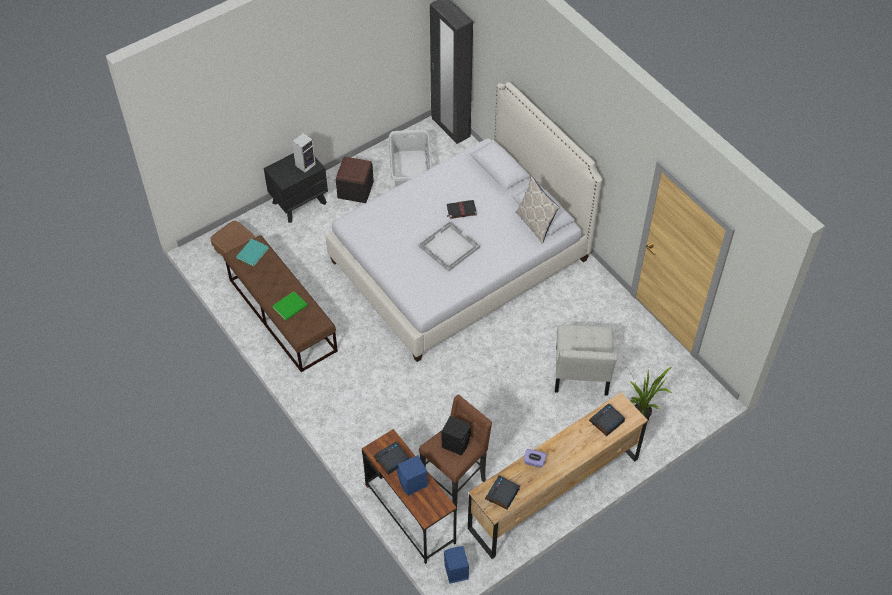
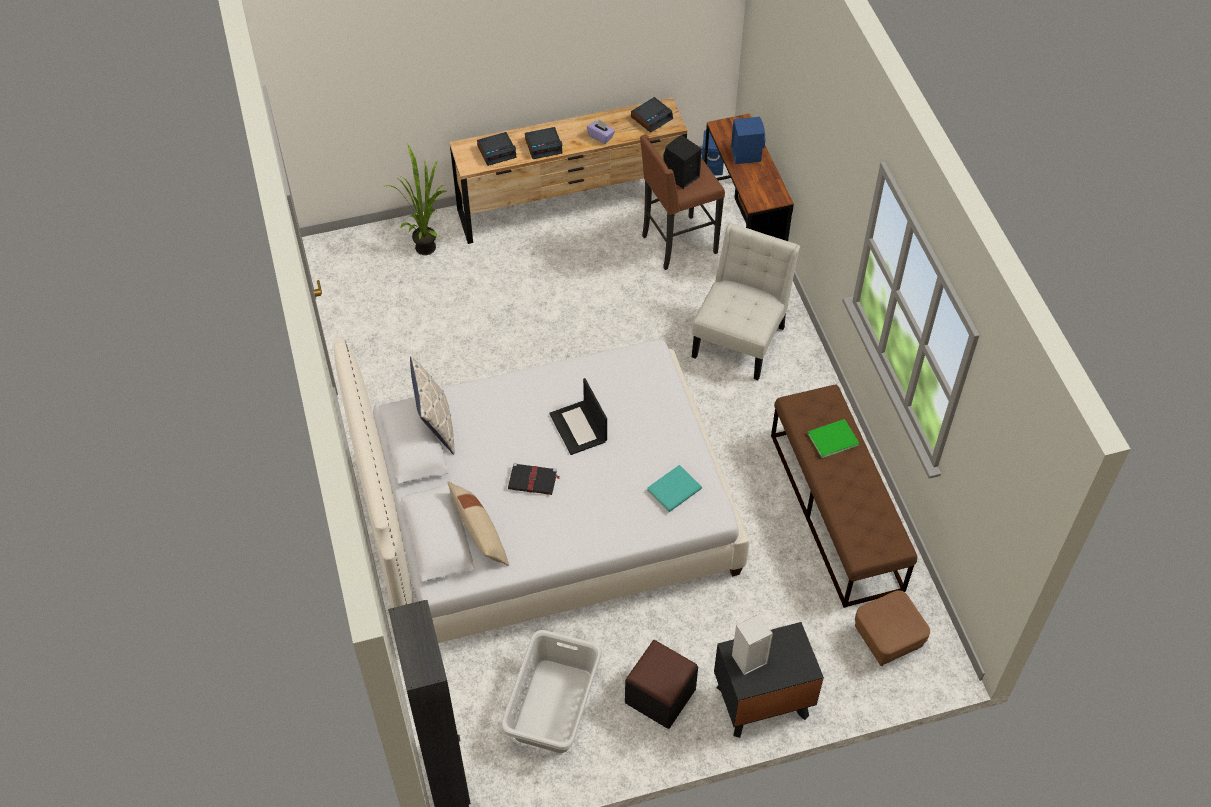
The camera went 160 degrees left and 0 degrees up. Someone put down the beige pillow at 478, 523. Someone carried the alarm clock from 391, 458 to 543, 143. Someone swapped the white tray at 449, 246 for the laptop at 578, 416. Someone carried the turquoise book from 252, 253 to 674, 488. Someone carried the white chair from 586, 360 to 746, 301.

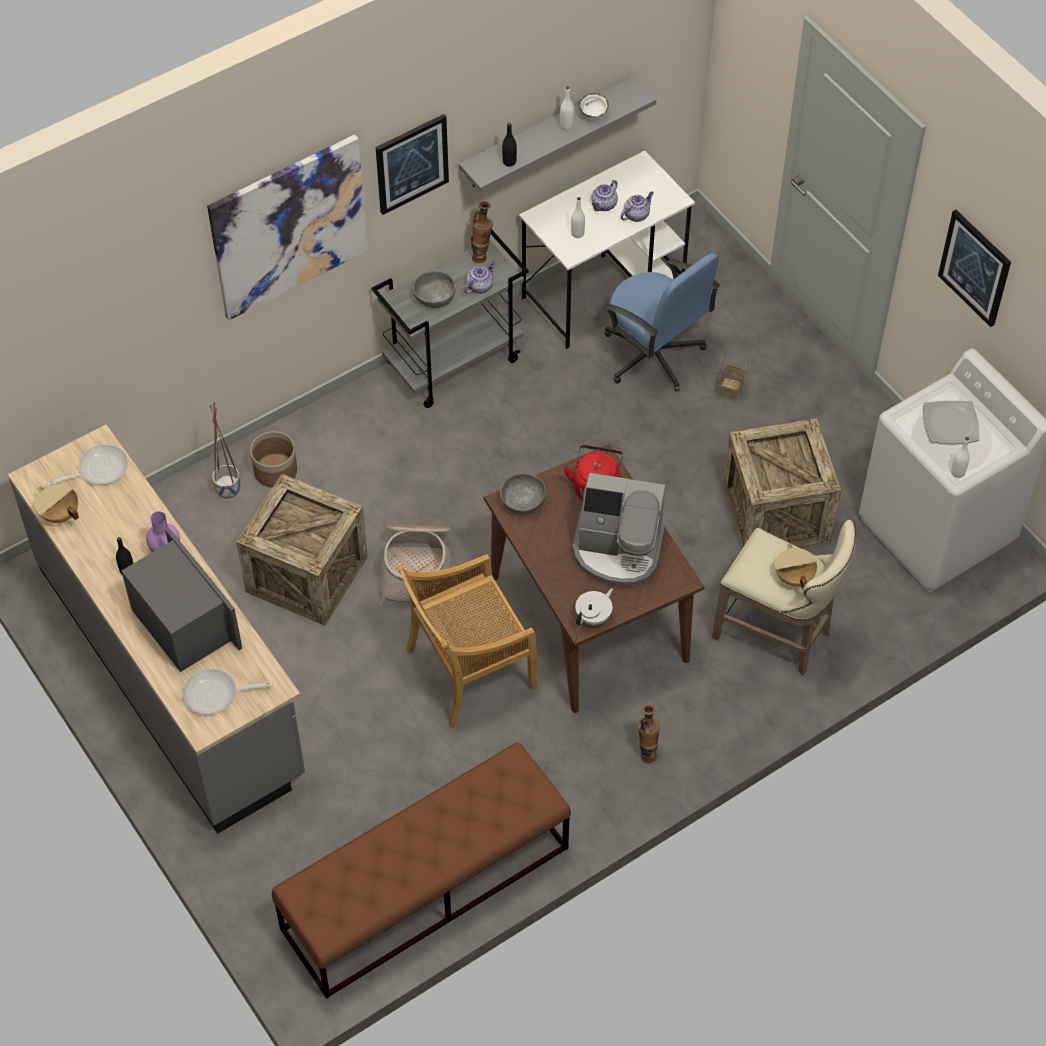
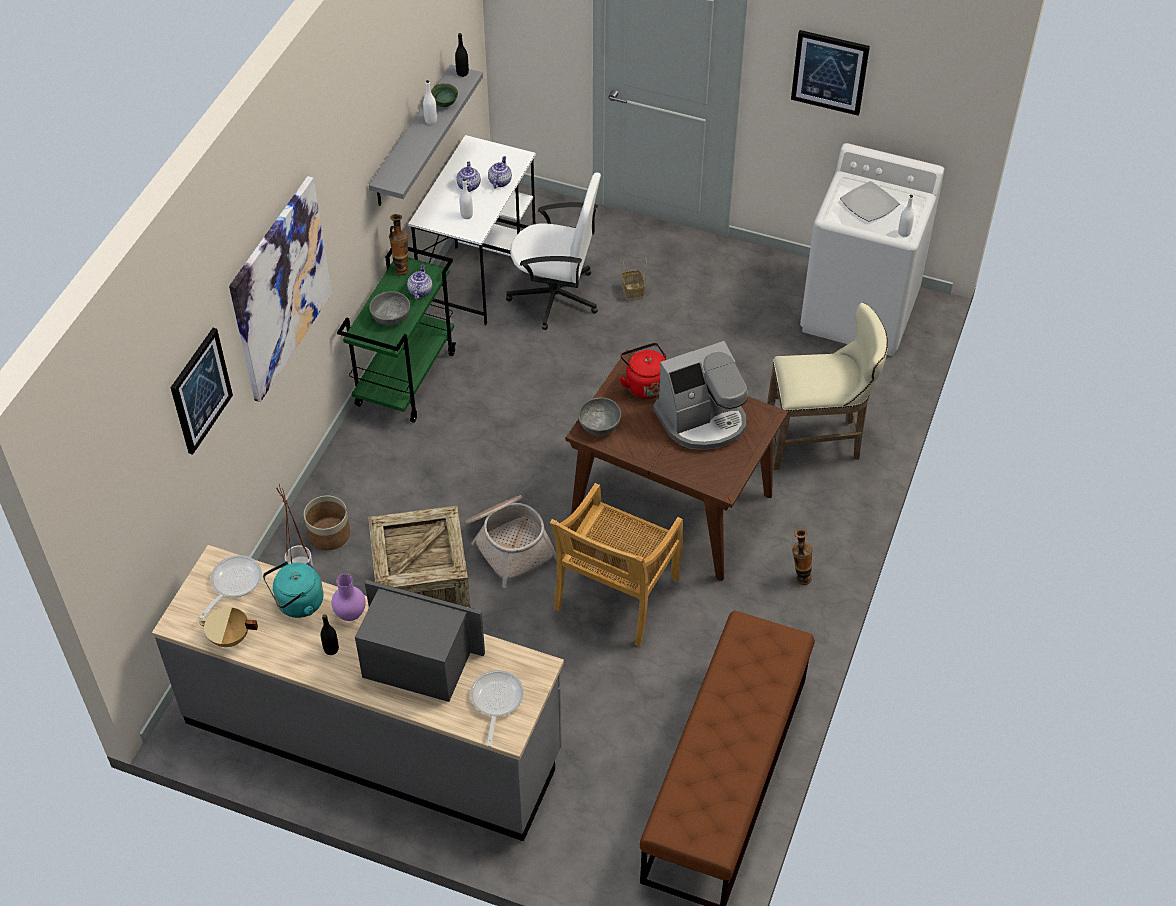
The camera went 35 degrees left and 5 degrees down. Someone carried the picture from 412, 164 to 201, 391. Someone put down the turquoise kettle at 293, 589. Someone repainted the grey cart at 450, 319, which became the green cart at 396, 335. Someone repainted the white bowl at 594, 106, which became the green bowl at 444, 95. Someone carried the black bottle from 509, 144 to 462, 55. Someone rotated the frying pan at 228, 691 by 135 degrees clockwise. Someone repainted the blue office chair at 662, 322, which became the white office chair at 553, 251. Someone took away the white teapot at 594, 606. Someone took away the crate at 782, 483. Someone took away the beige cooking pot at 796, 567.

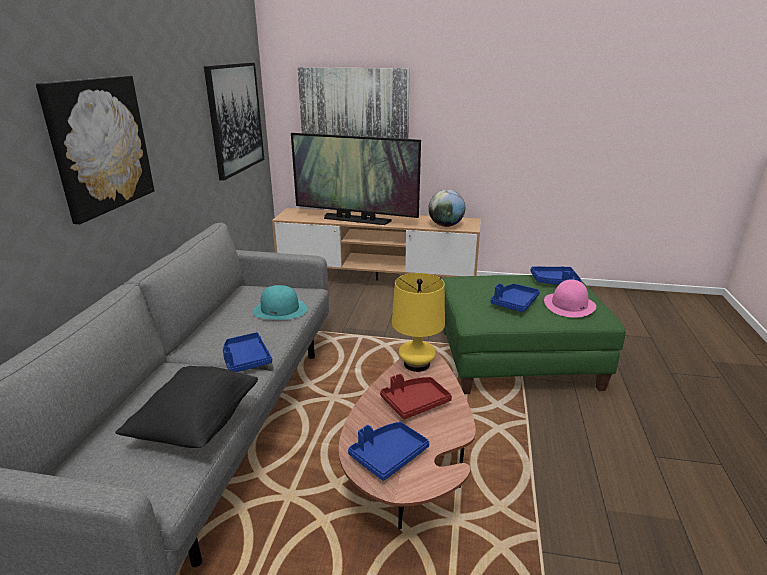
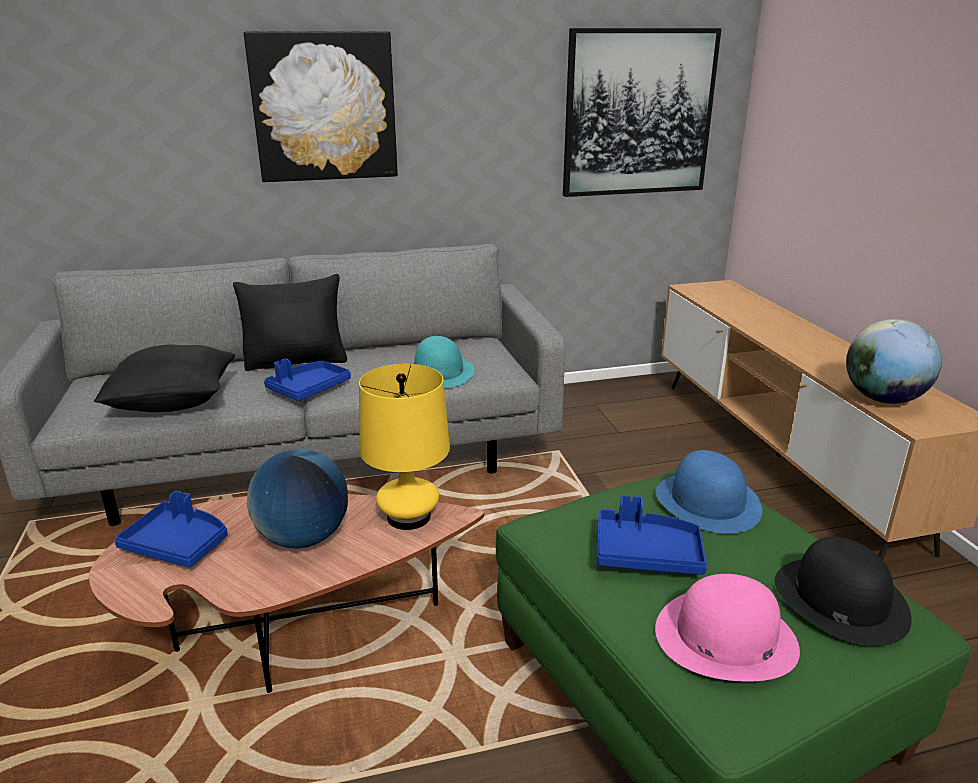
The camera went 65 degrees right and 0 degrees up. Someone put down the black pillow at 290, 322. Someone swapped the red tray at 416, 396 for the globe at 297, 499. Someone put down the blue hat at 708, 492. Someone swapped the blue tray at 556, 275 for the black hat at 843, 591. Someone took away the television at 356, 179. Someone took away the picture at 354, 103.

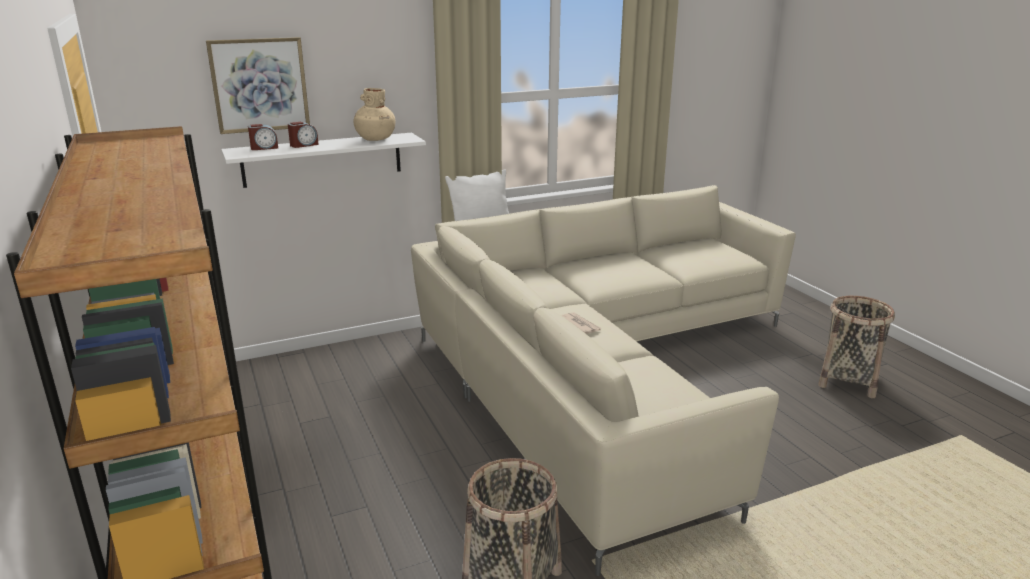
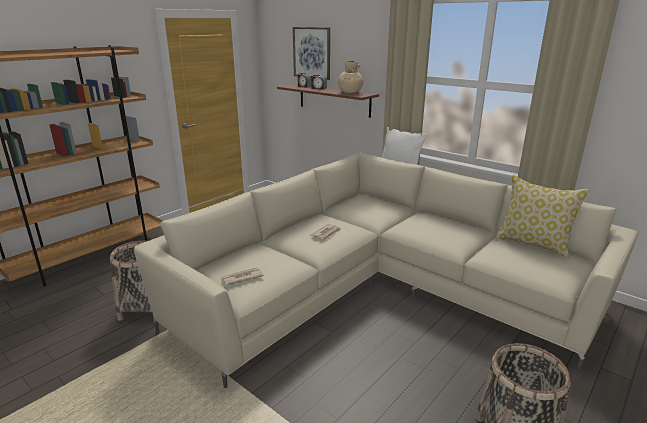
The camera went 65 degrees right and 0 degrees up. Someone put down the newspaper at 242, 276. Someone repainted the white shelf at 323, 160, which became the brown shelf at 328, 101. Someone put down the pillow at 542, 217.

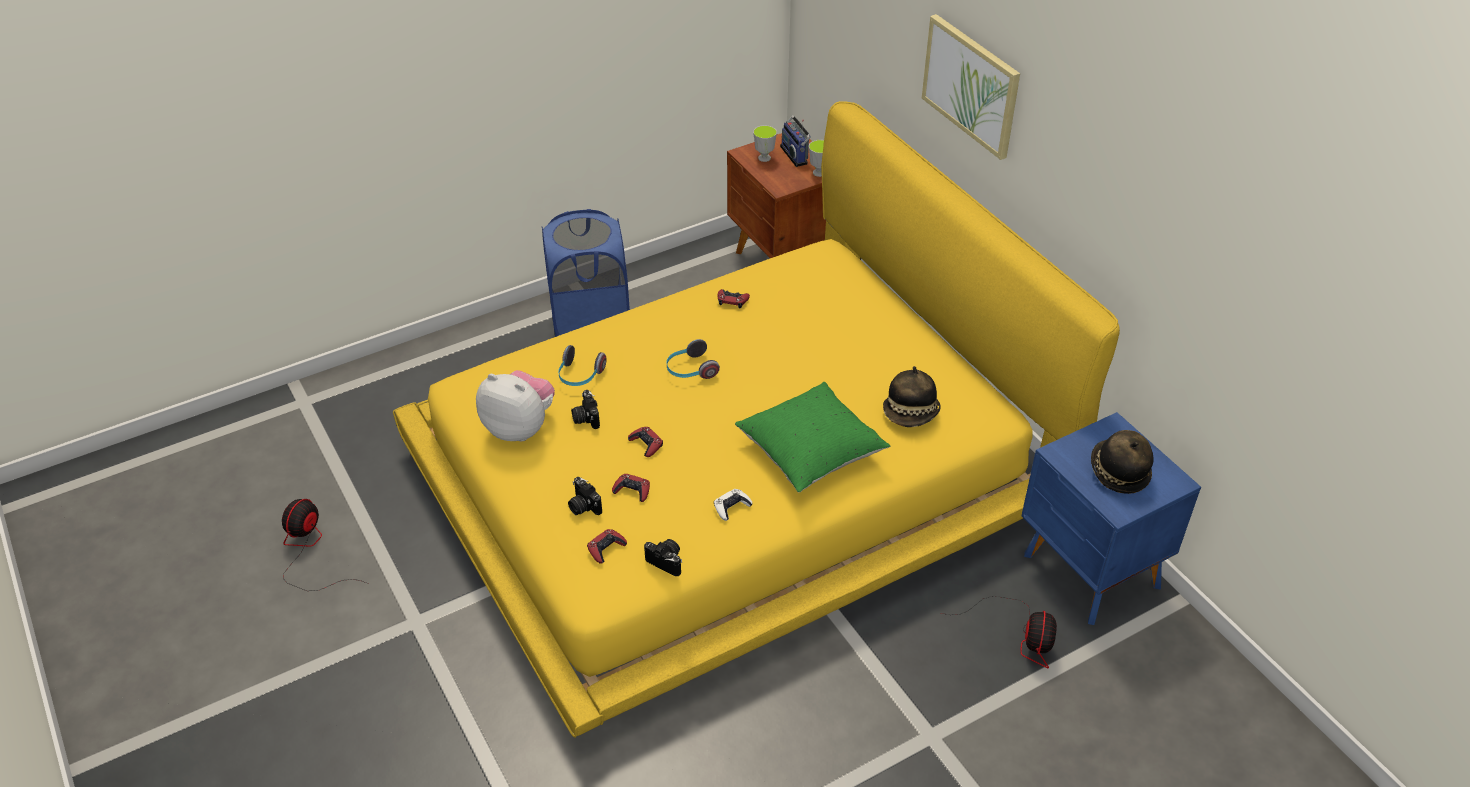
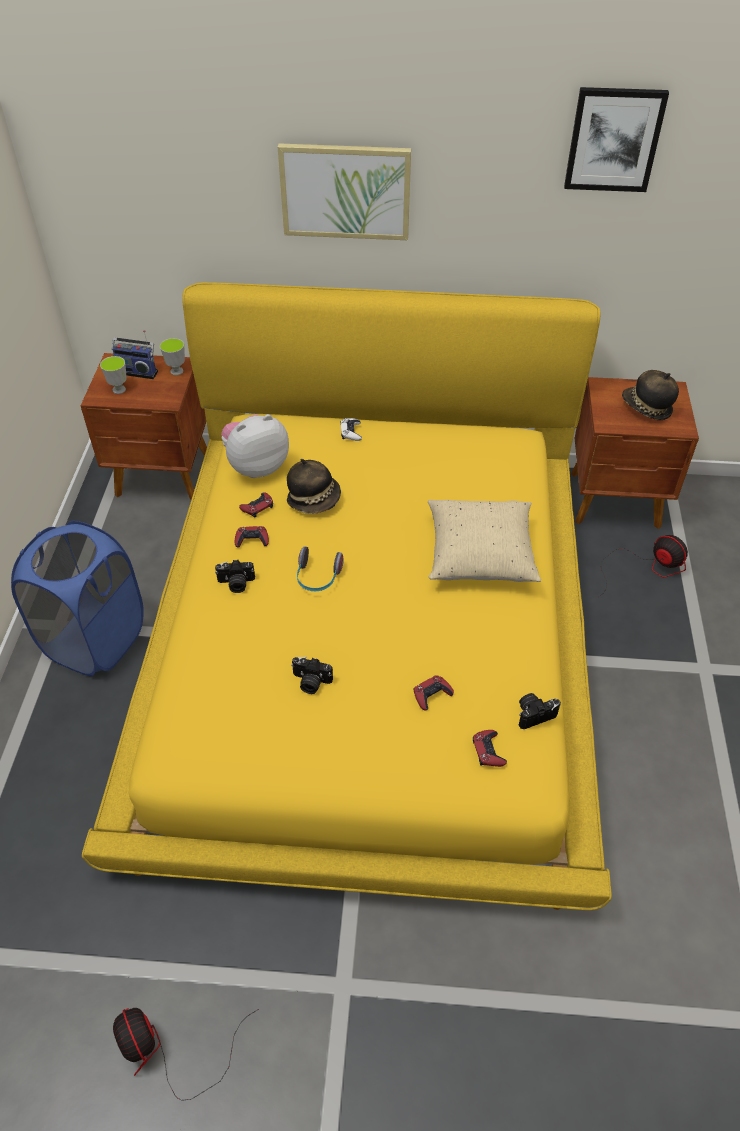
The camera went 55 degrees left and 5 degrees up. Someone carried the photo camera from 585, 496 to 235, 576. Someone carried the plush toy from 515, 405 to 255, 446. Someone carried the red game controller from 645, 442 to 252, 536. Someone carried the hat from 912, 396 to 314, 486. Someone carried the white game controller from 733, 505 to 351, 429. Someone repainted the green pillow at 812, 437, which became the beige pillow at 484, 541. Someone put up the picture at 616, 139. Someone repainted the blue nightstand at 1111, 518, which became the brown nightstand at 635, 453. Someone took away the headphones at 582, 365.

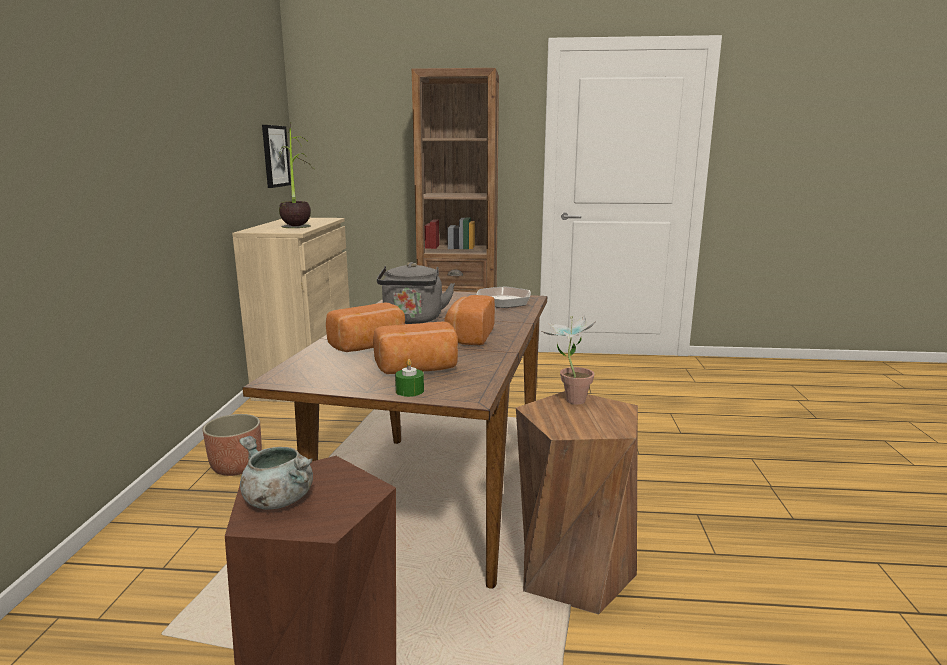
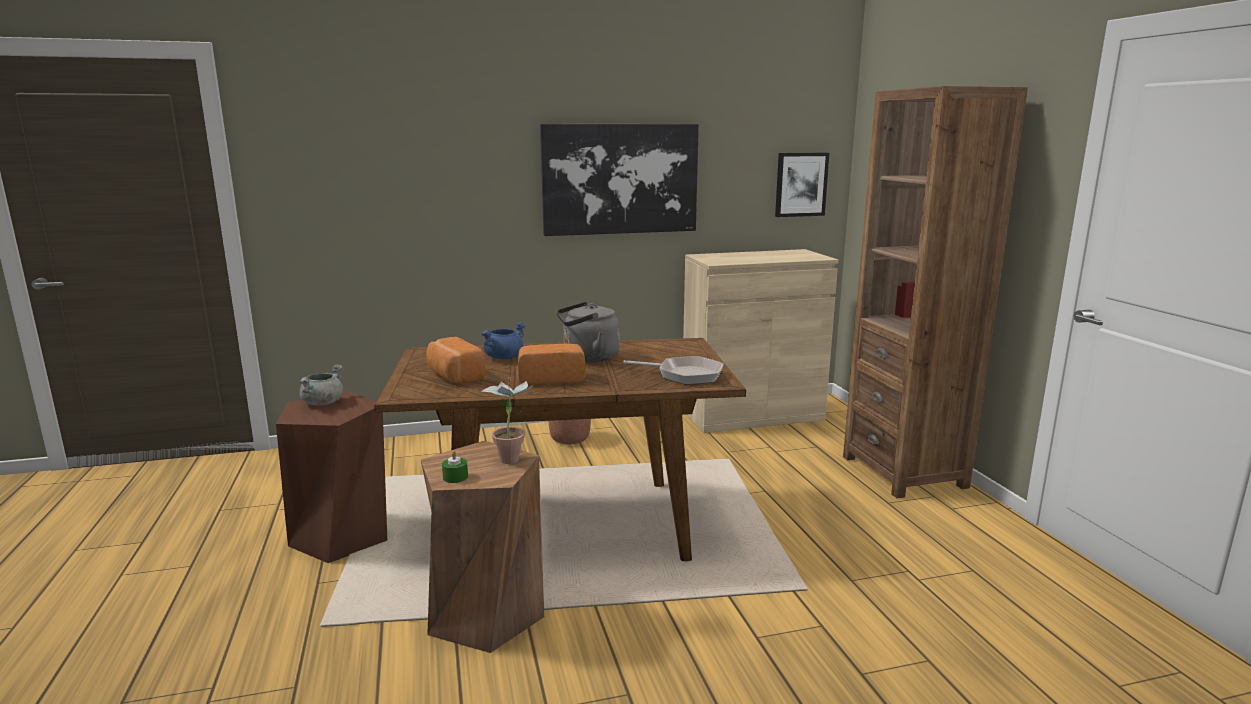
The camera went 70 degrees right and 0 degrees up. Someone carried the green candle from 409, 378 to 455, 466. Someone swapped the bread at 365, 327 for the blue cooking pot at 503, 340. Someone put up the picture at 619, 180. Someone took away the potted plant at 296, 175.

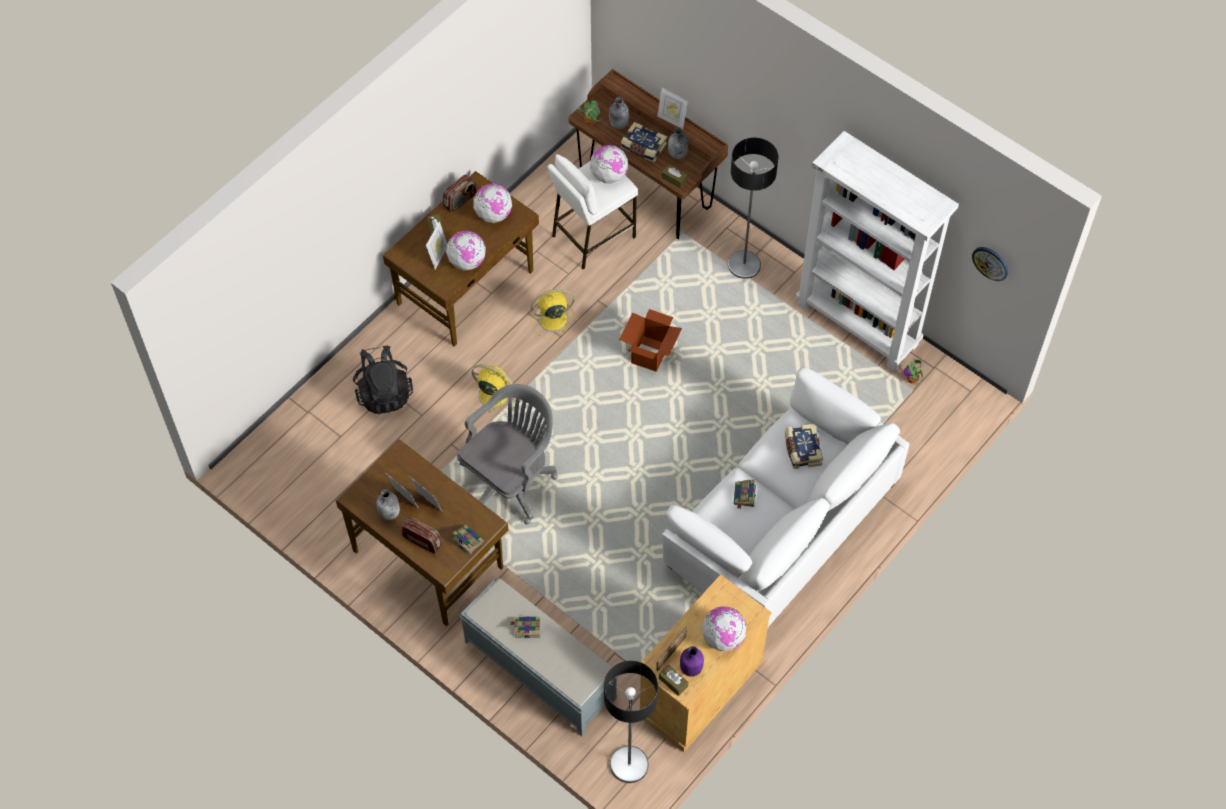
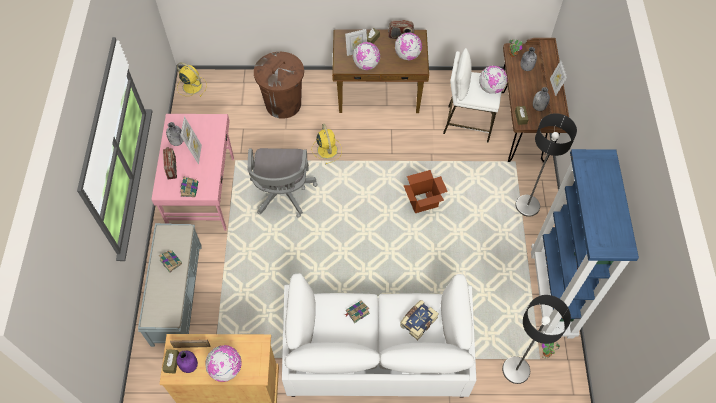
The camera went 50 degrees right and 0 degrees up. Someone repainted the brown desk at 422, 532, which became the pink desk at 193, 172. Someone carried the yellow fan from 554, 314 to 192, 79. Someone rotated the grey office chair at 507, 454 by 90 degrees clockwise. Someone swapped the black backpack at 383, 380 for the brown trash can at 279, 85. Someone carried the floor lamp from 631, 722 to 536, 339. Someone repainted the white bookcase at 877, 251, which became the blue bookcase at 585, 244. Someone took away the book at 644, 142. Someone took away the wall clock at 990, 264.

